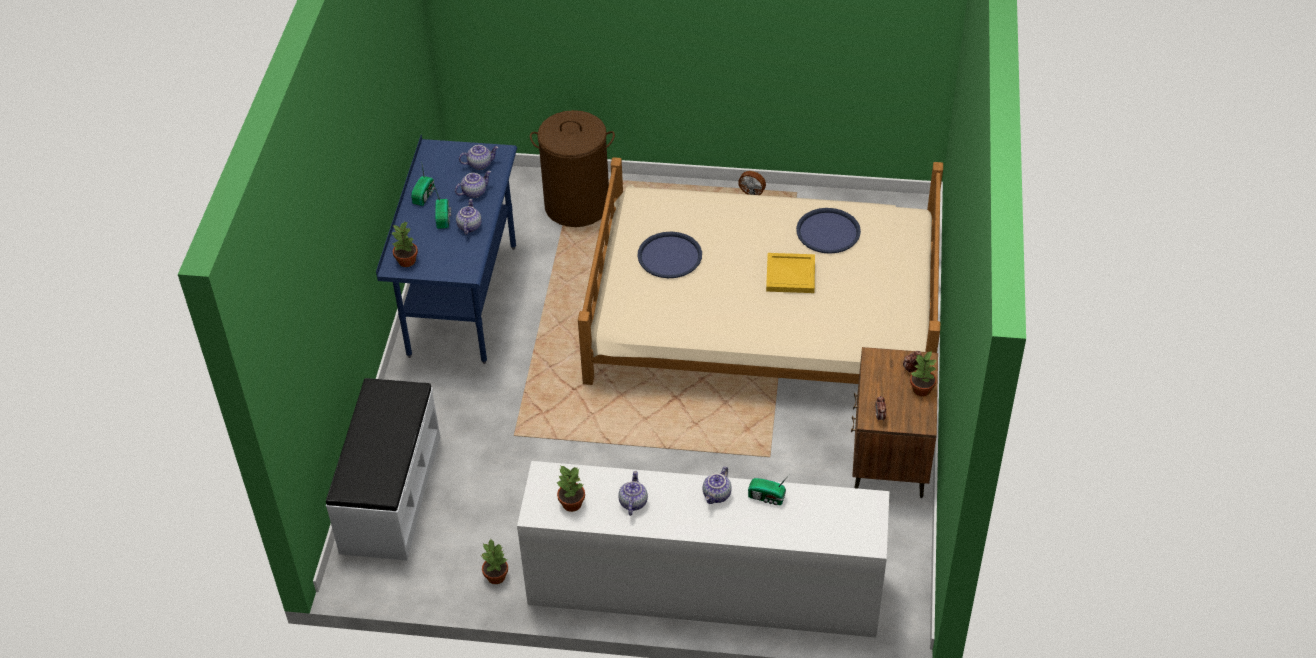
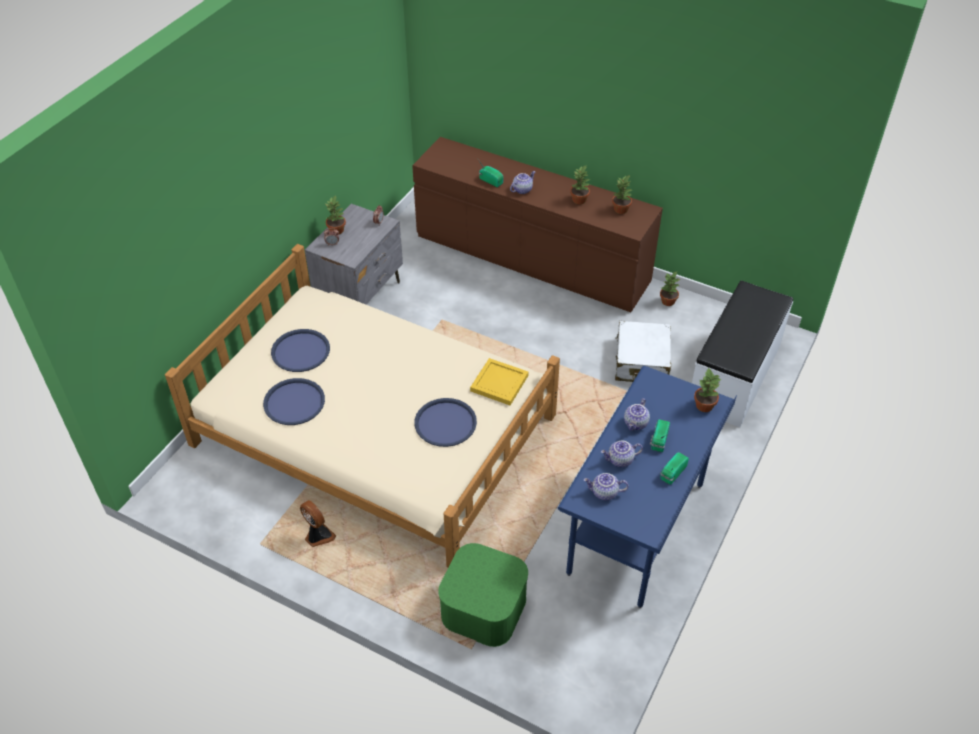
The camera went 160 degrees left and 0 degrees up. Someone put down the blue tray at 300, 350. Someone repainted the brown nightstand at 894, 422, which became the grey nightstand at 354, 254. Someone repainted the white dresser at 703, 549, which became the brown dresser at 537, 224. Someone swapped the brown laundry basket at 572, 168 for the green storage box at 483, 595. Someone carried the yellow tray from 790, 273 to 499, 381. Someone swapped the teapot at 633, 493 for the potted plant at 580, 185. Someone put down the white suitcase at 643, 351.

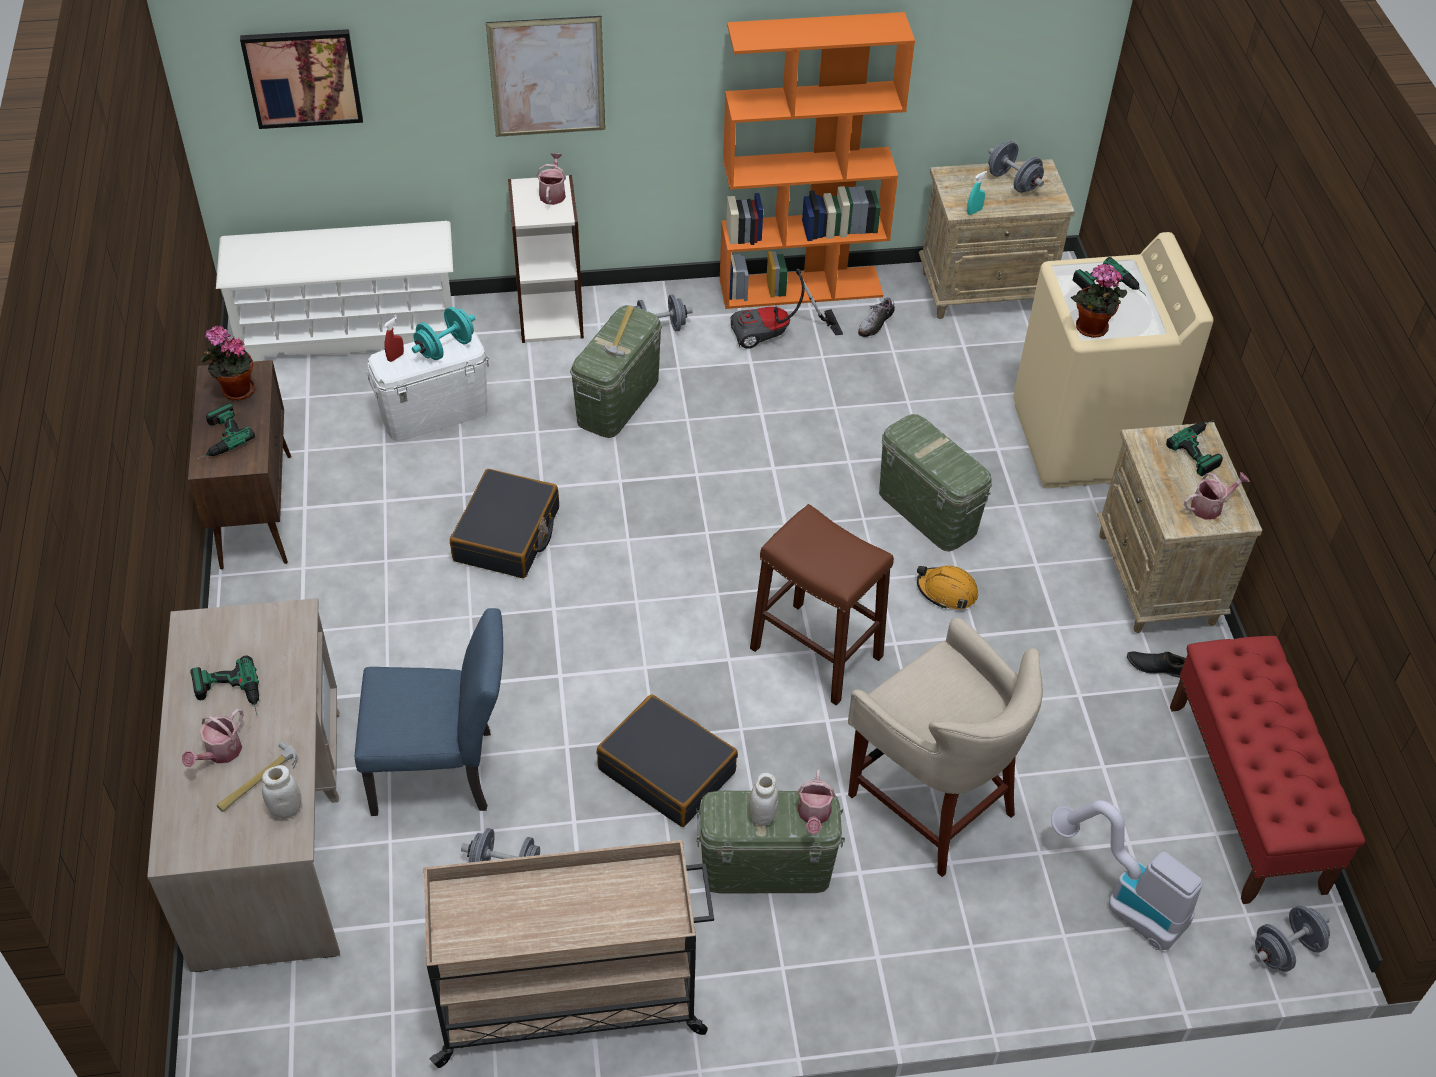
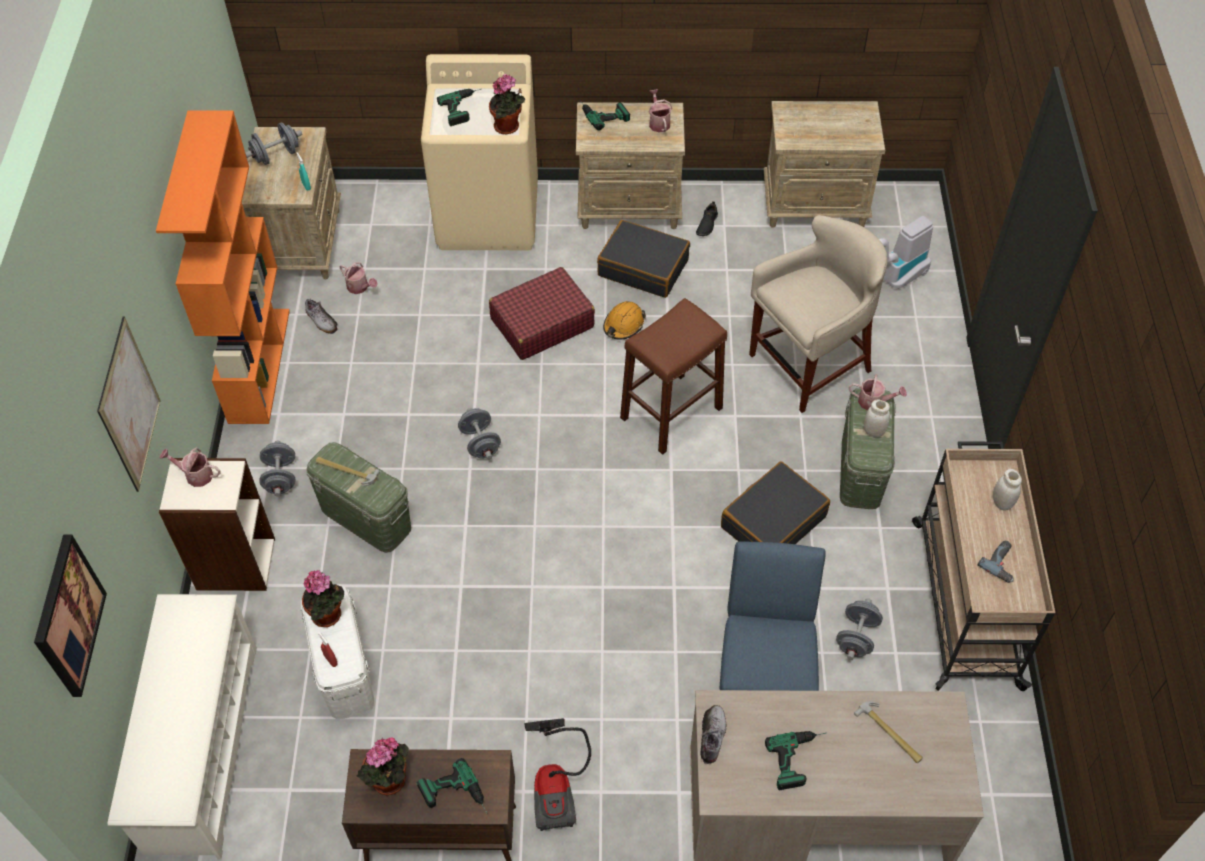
The camera went 80 degrees left and 5 degrees up. Someone swapped the turquoise dumbbell at 443, 333 for the potted plant at 323, 598. Someone carried the watering can from 213, 738 to 359, 278. Someone carried the grey dumbbell from 1292, 938 to 479, 433. Someone swapped the green storage box at 935, 482 for the red suitcase at 542, 313. Someone carried the vacuum cleaner from 786, 309 to 557, 774. Someone carried the black suitcase from 504, 523 to 643, 259. Someone put down the shoe at 713, 734. Someone swapped the red bench at 1267, 770 for the beige nightstand at 824, 164. Someone put down the power drill at 996, 562. Someone carried the white jar from 282, 792 to 1007, 490.

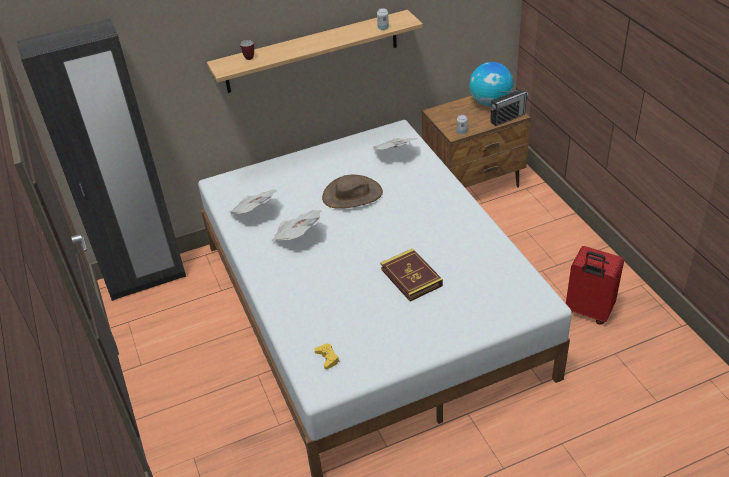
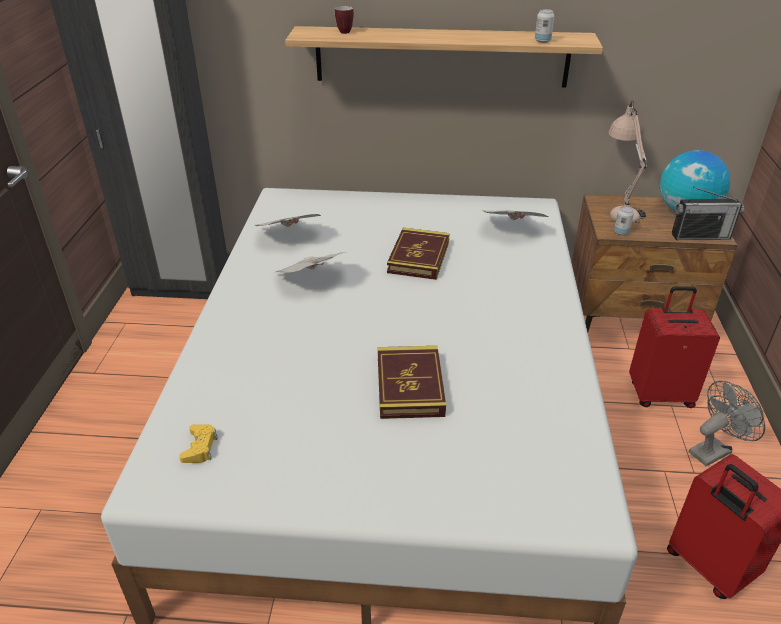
The camera went 25 degrees right and 5 degrees down. Someone swapped the brown hat at 352, 192 for the book at 418, 254. Someone put down the beige table lamp at 628, 161. Someone put down the red suitcase at 674, 347. Someone put down the grey fan at 727, 423.

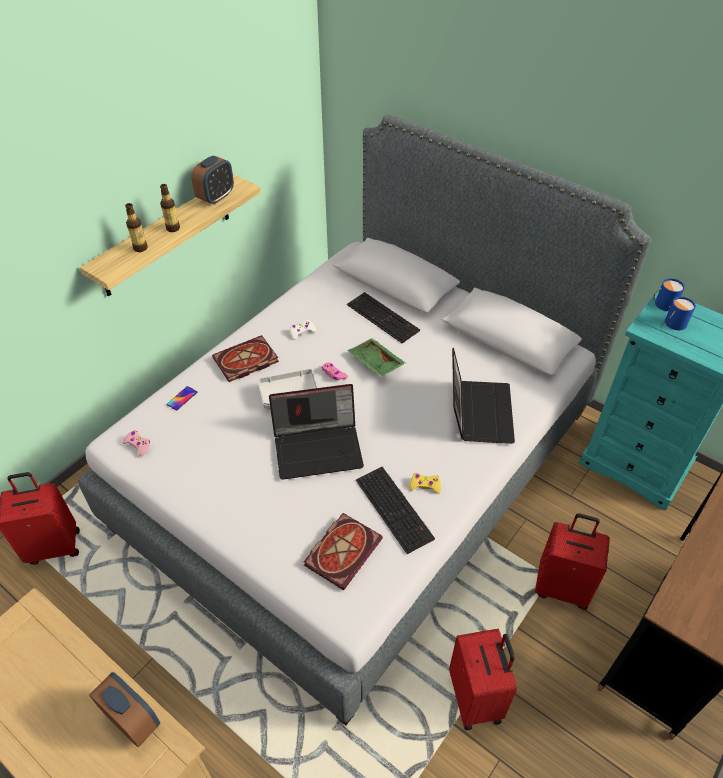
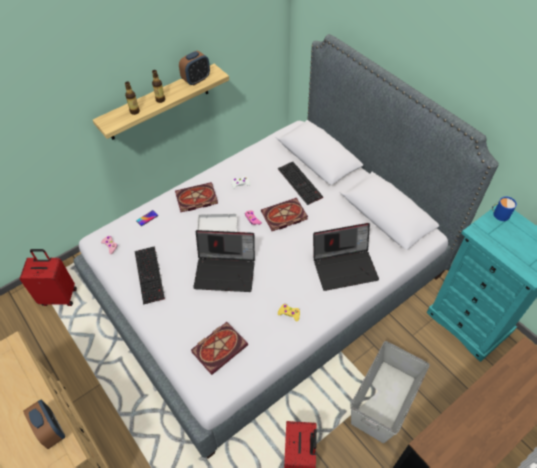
The camera went 15 degrees right and 5 degrees up. Someone carried the keyboard from 395, 510 to 150, 275. Someone swapped the green tray at 376, 357 for the book at 284, 214. Someone rotated the laptop at 483, 396 by 60 degrees clockwise. Someone swapped the red suitcase at 572, 562 for the grey storage box at 390, 392. Someone took away the blue mug at 680, 313.

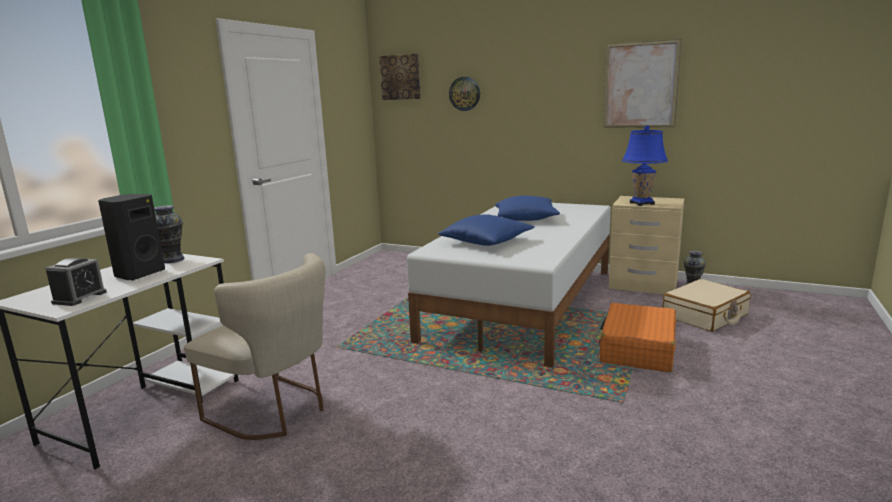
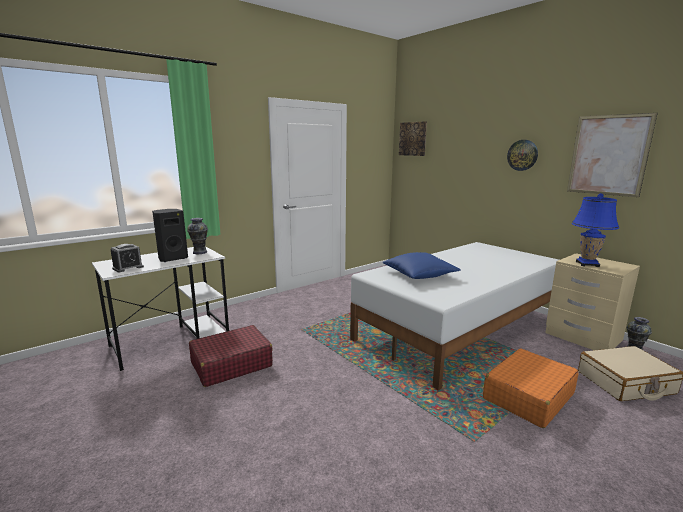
The camera went 25 degrees right and 0 degrees up. Someone swapped the beige chair at 254, 346 for the red suitcase at 231, 356. Someone carried the wall clock from 464, 94 to 522, 155. Someone took away the blue pillow at 527, 208.

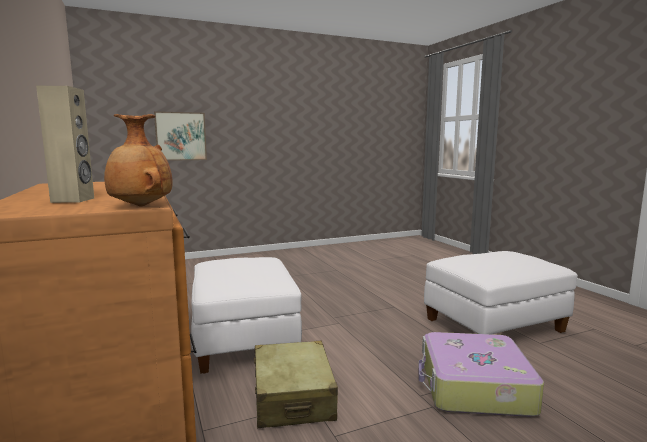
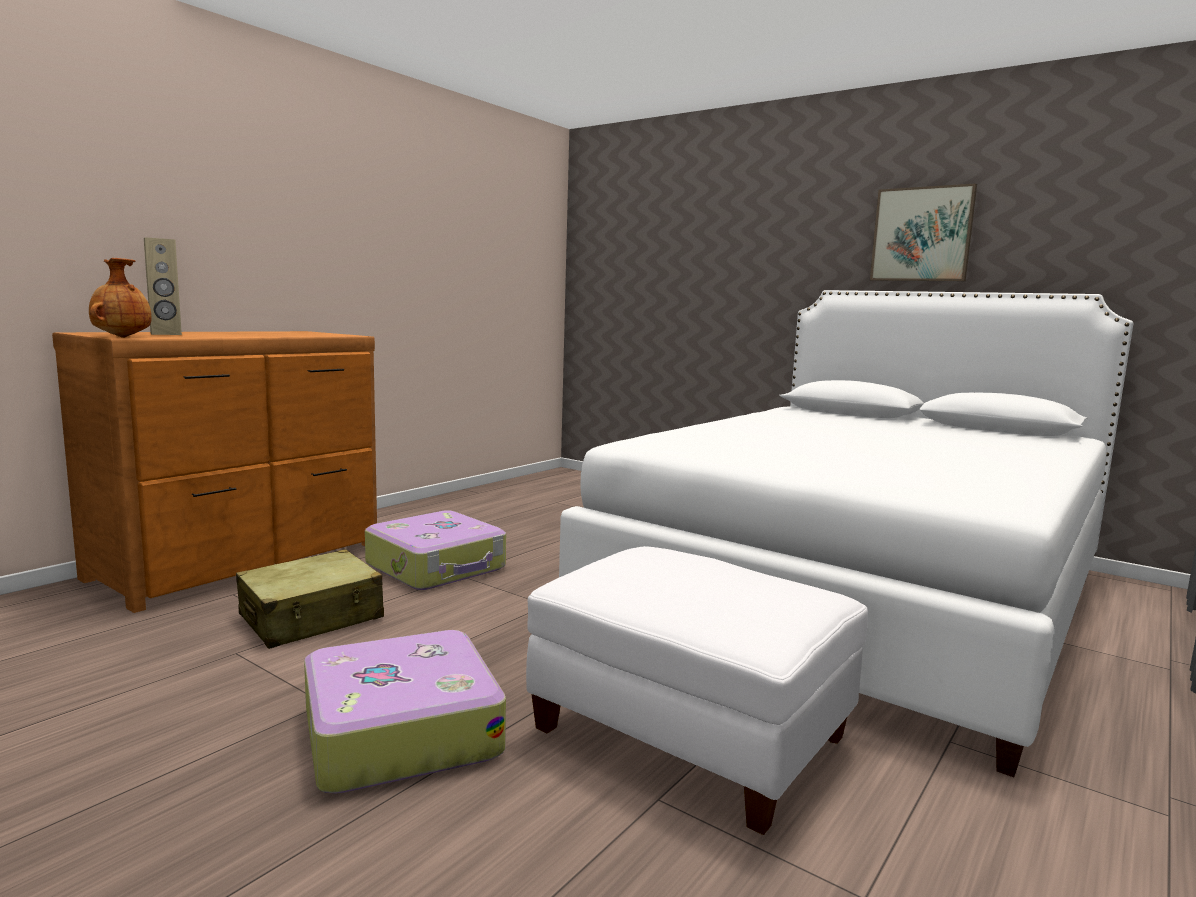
The camera went 60 degrees right and 0 degrees up. Someone swapped the white ottoman at 246, 315 for the suitcase at 435, 550. Someone put down the white bed at 846, 533. Someone carried the picture from 180, 136 to 923, 232.

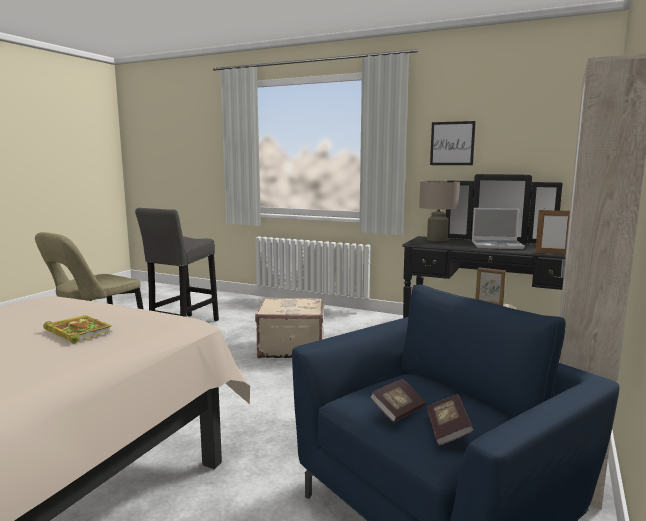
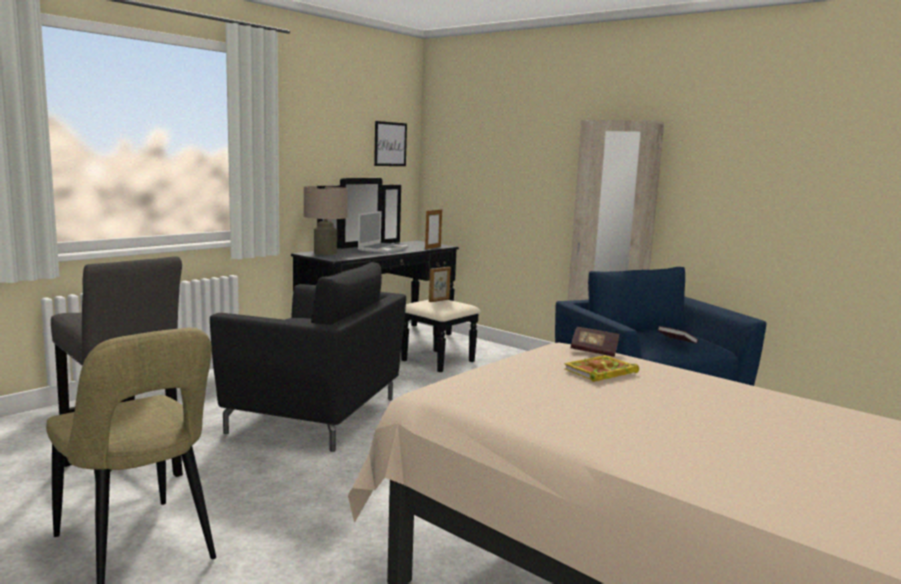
The camera went 75 degrees left and 0 degrees up. Someone swapped the beige suitcase at 289, 328 for the black armchair at 308, 357. Someone carried the picture from 453, 143 to 390, 143. Someone carried the book from 450, 420 to 595, 342.

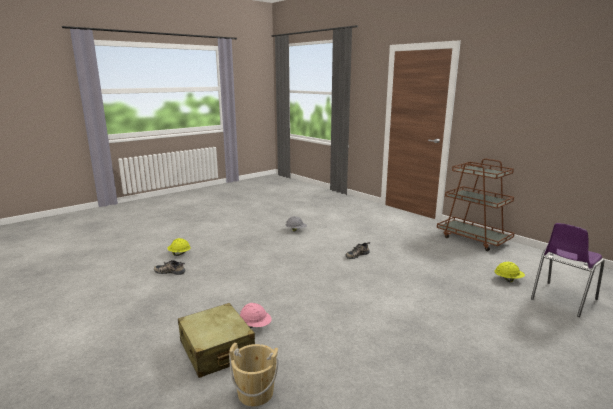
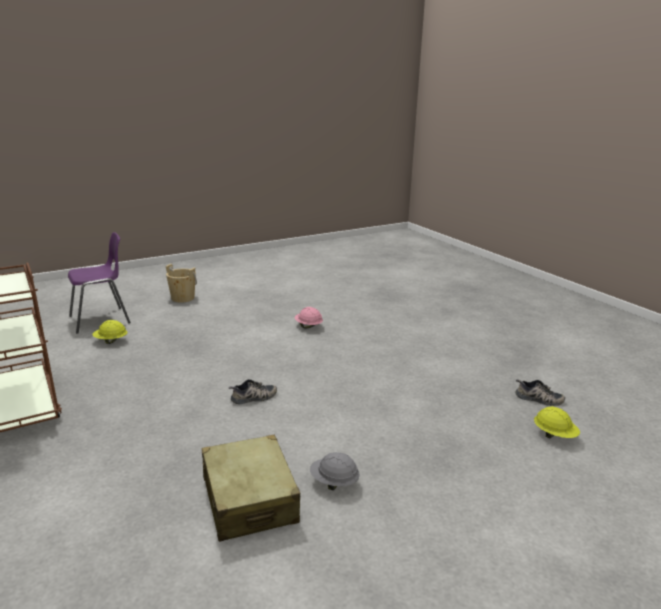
The camera went 170 degrees left and 5 degrees up. Someone carried the beige bucket from 254, 374 to 181, 283. Someone carried the beige suitcase from 216, 340 to 250, 488. Someone carried the pink hard hat from 256, 315 to 309, 317.

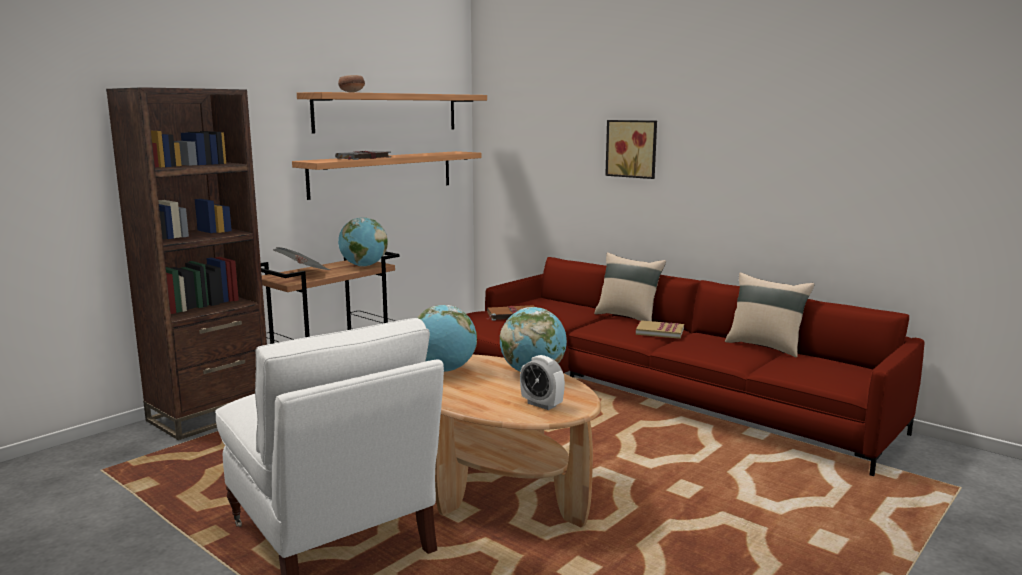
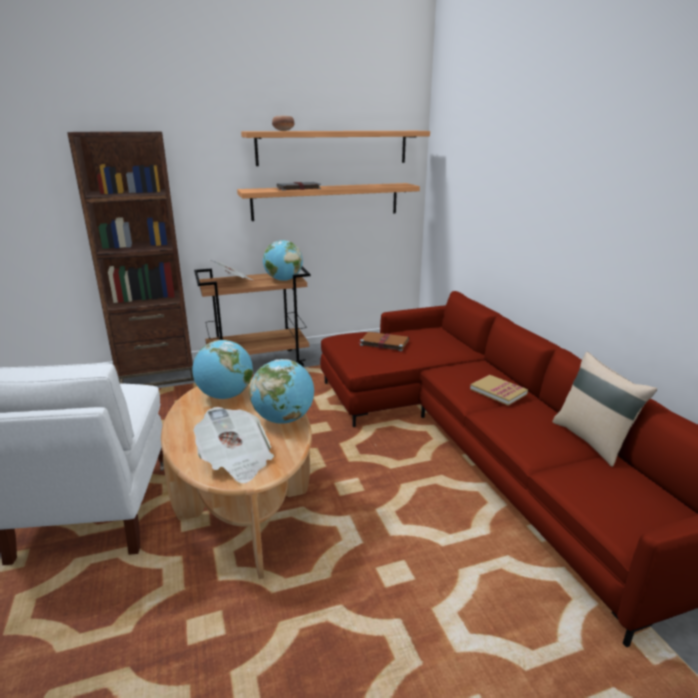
The camera went 30 degrees right and 10 degrees up. Someone swapped the alarm clock at 542, 382 for the newspaper at 233, 445. Someone took away the beige pillow at 630, 286. Someone took away the picture at 631, 149.

